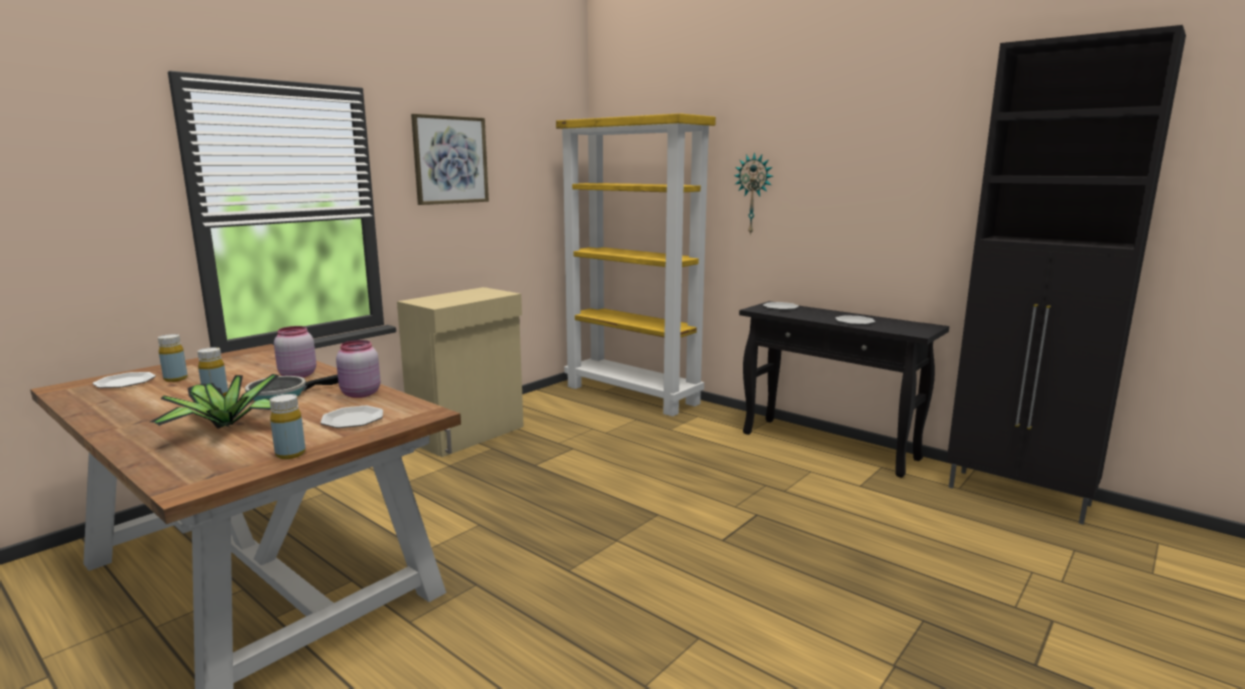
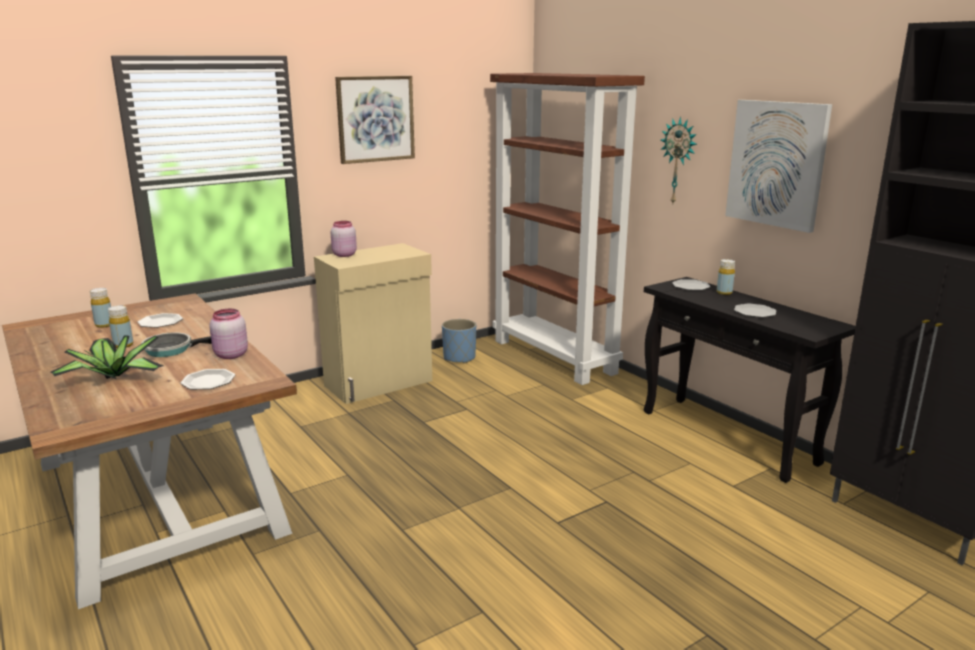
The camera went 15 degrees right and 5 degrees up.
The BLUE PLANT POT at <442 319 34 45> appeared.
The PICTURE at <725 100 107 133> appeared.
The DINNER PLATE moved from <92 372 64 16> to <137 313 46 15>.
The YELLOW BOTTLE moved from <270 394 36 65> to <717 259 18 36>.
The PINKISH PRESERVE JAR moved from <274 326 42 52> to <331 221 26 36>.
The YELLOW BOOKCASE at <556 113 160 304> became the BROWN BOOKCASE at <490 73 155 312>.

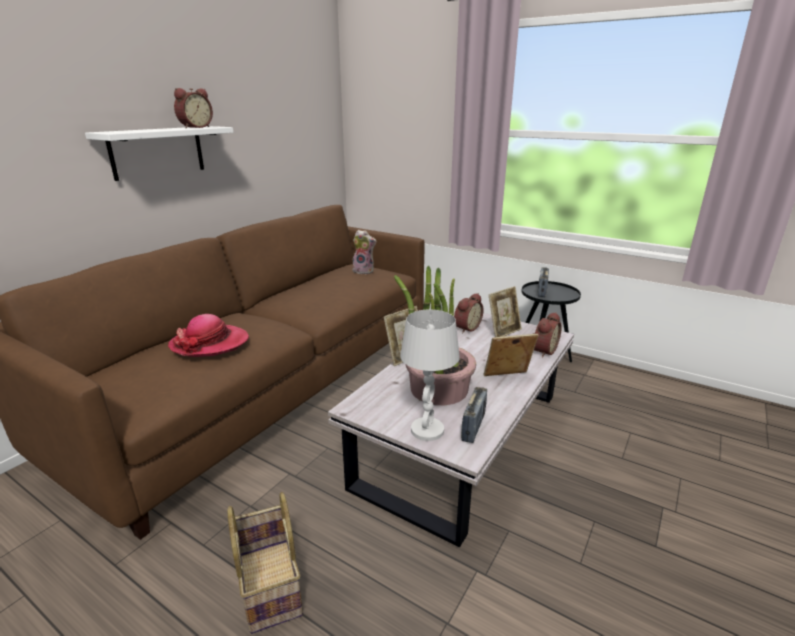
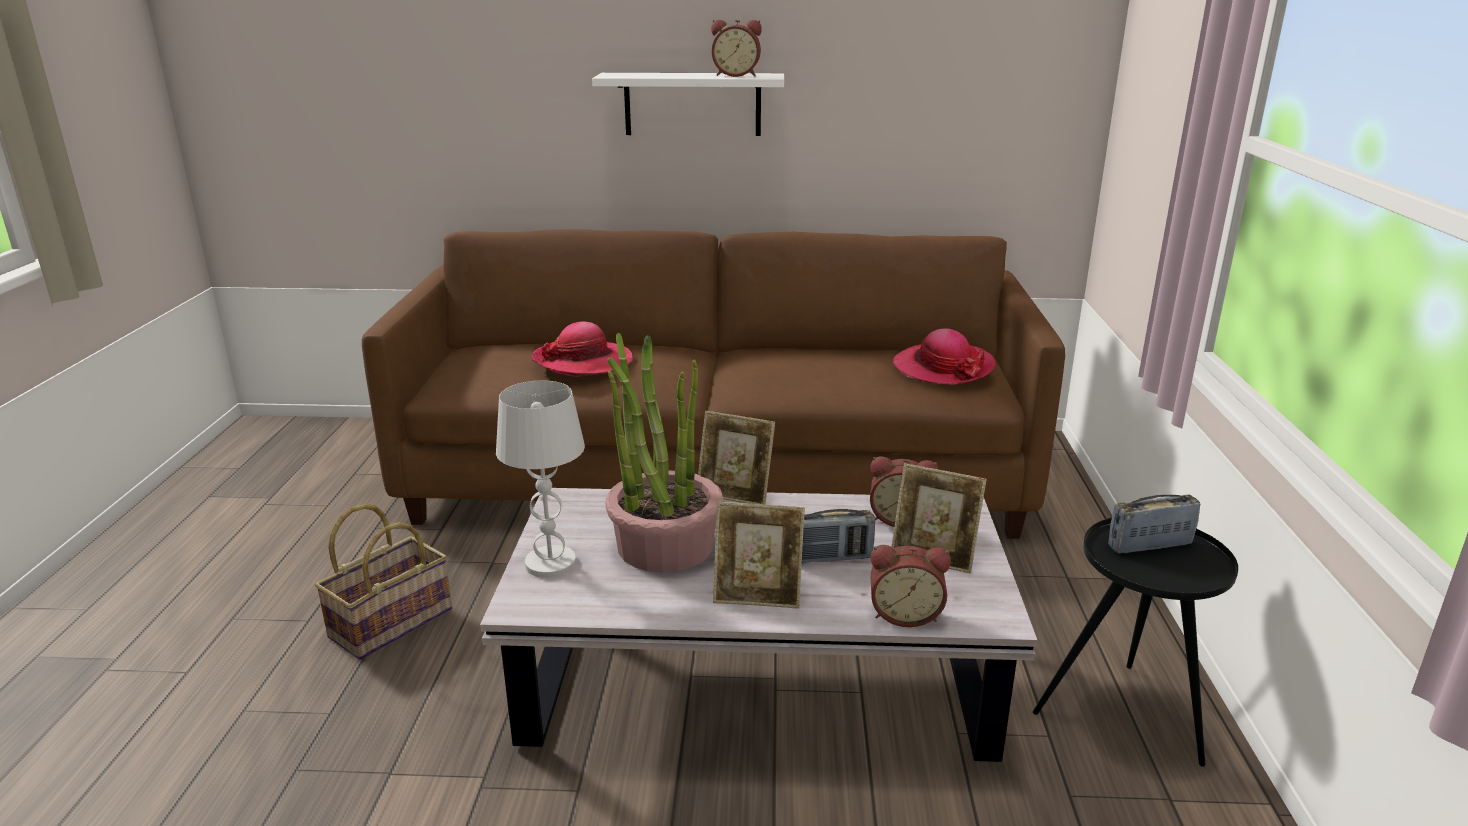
The camera went 60 degrees right and 0 degrees up.
The RADIO RECEIVER moved from <461 387 26 56> to <802 509 73 55>.
The CUDDLY TOY at <352 230 25 44> was replaced by the WEARABLE HAT at <893 328 103 57>.
The PICTURE FRAME at <483 334 56 42> turned 135 degrees clockwise.

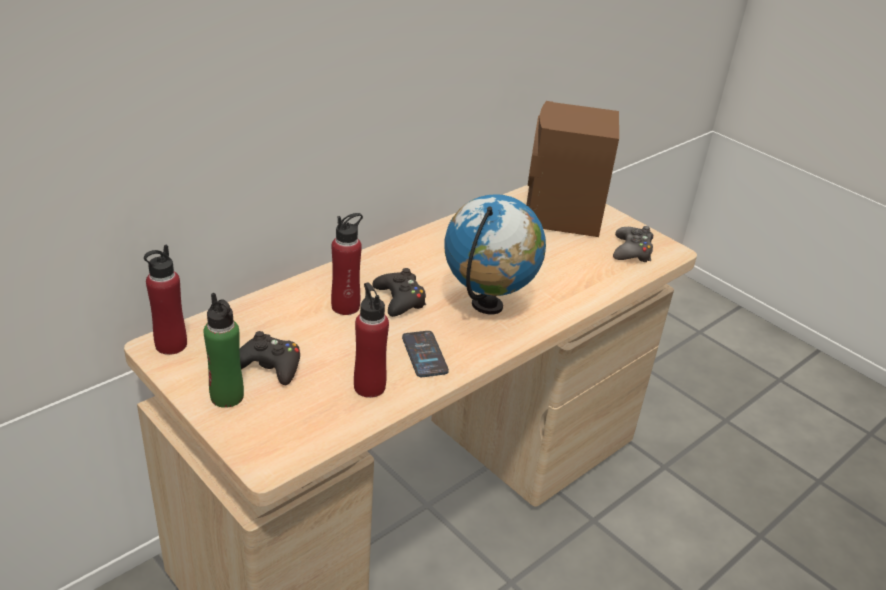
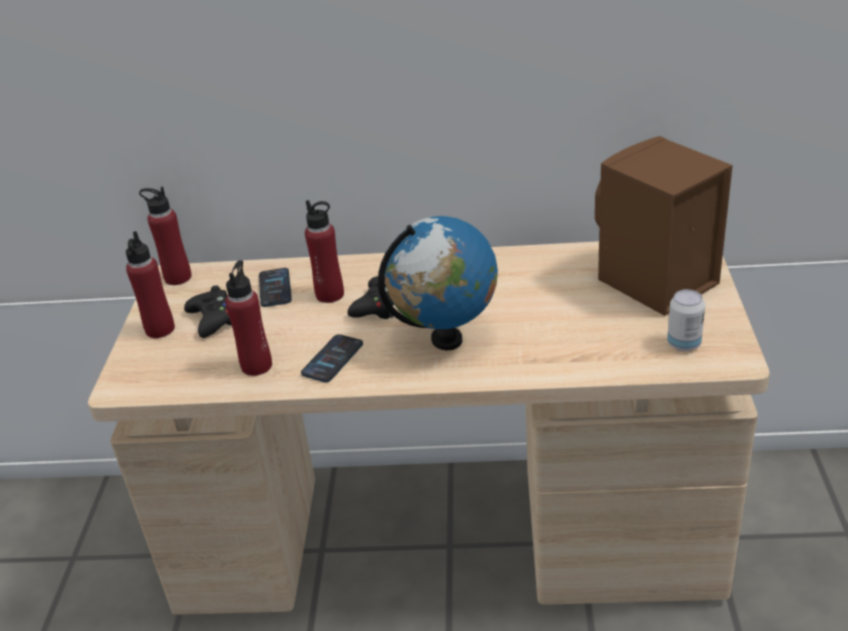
The camera went 50 degrees right and 0 degrees up.
The TELEPHONE at <259 268 33 39> appeared.
The BLACK JOYPAD at <613 226 40 36> was replaced by the CAN at <667 289 38 62>.
The GREEN BOTTLE at <203 293 41 115> became the RED BOTTLE at <126 231 49 107>.

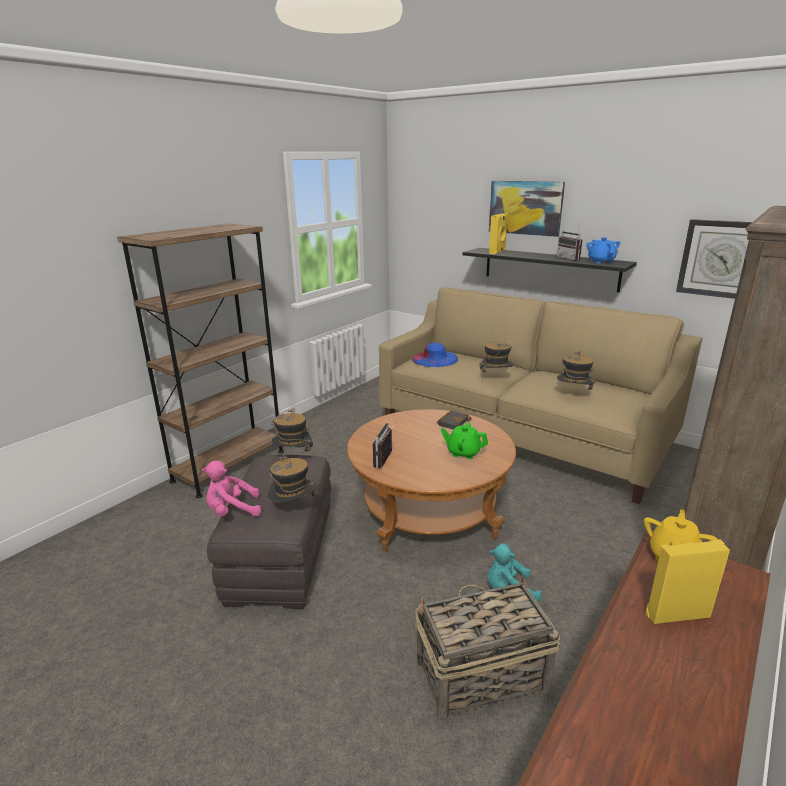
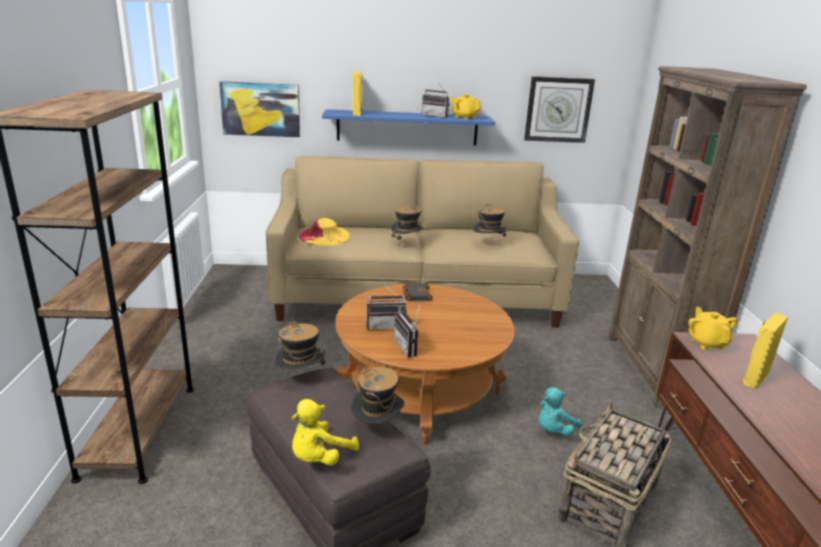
The camera went 40 degrees left and 0 degrees up.
The GREEN TEAPOT at <441 422 47 37> disappeared.
The RADIO RECEIVER at <367 282 40 48> appeared.
The PICTURE moved from <489 181 76 56> to <219 81 81 57>.
The PINKISH CUDDLY TOY at <202 461 59 56> became the YELLOW CUDDLY TOY at <292 399 67 66>.
The BLUE WEARABLE HAT at <412 342 46 25> became the YELLOW WEARABLE HAT at <299 218 52 28>.
The BLACK BRACKET SHELF at <463 248 174 44> became the BLUE BRACKET SHELF at <322 109 173 36>.
The BLUE TEAPOT at <587 237 33 26> became the YELLOW TEAPOT at <451 94 30 25>.

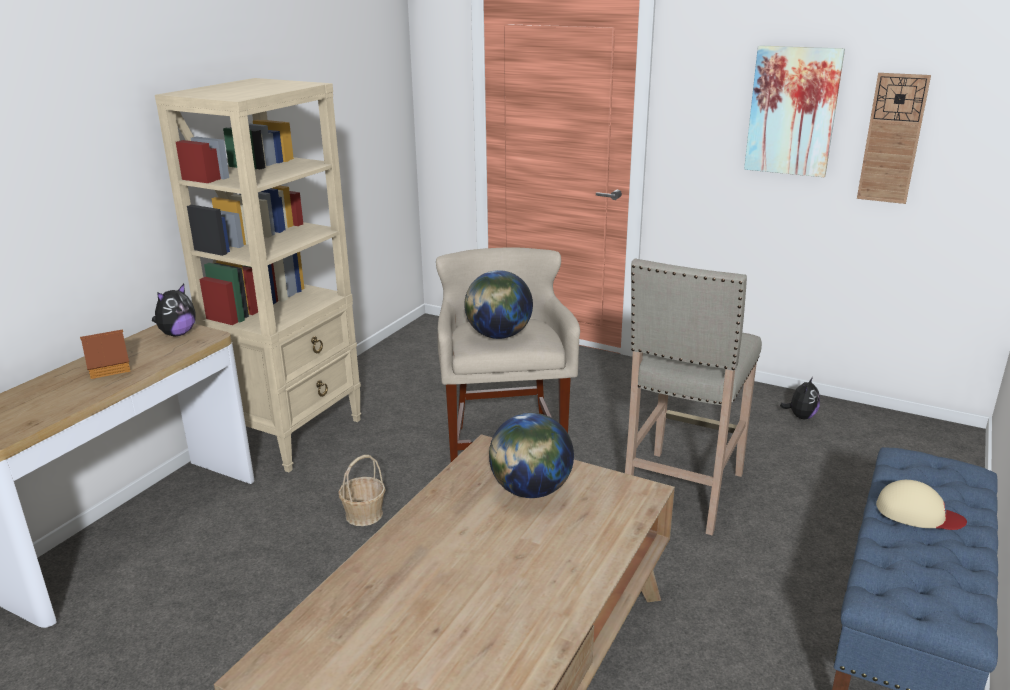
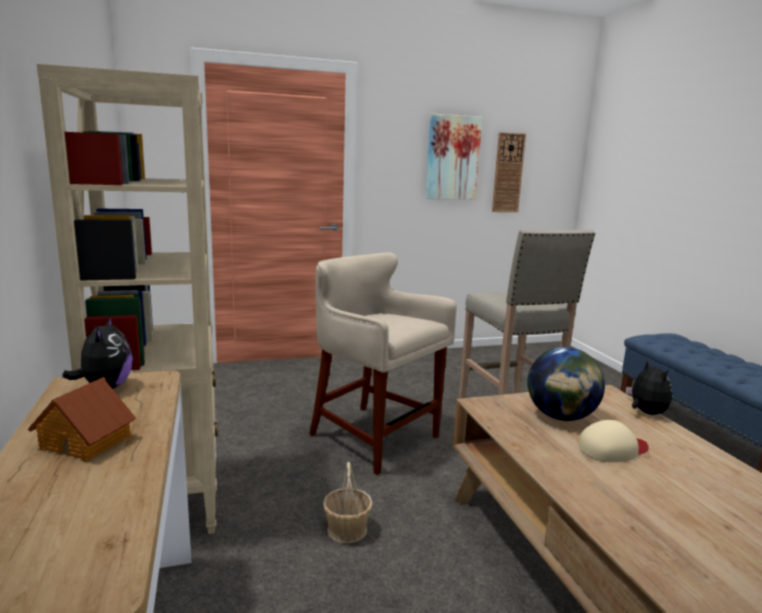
The camera went 45 degrees left and 10 degrees down.
The WORLD GLOBE at <464 270 69 69> disappeared.
The CUDDLY TOY moved from <780 377 40 42> to <626 360 46 55>.
The BEIGE-COLOURED BASEBALL CAP moved from <876 480 91 50> to <578 420 71 42>.

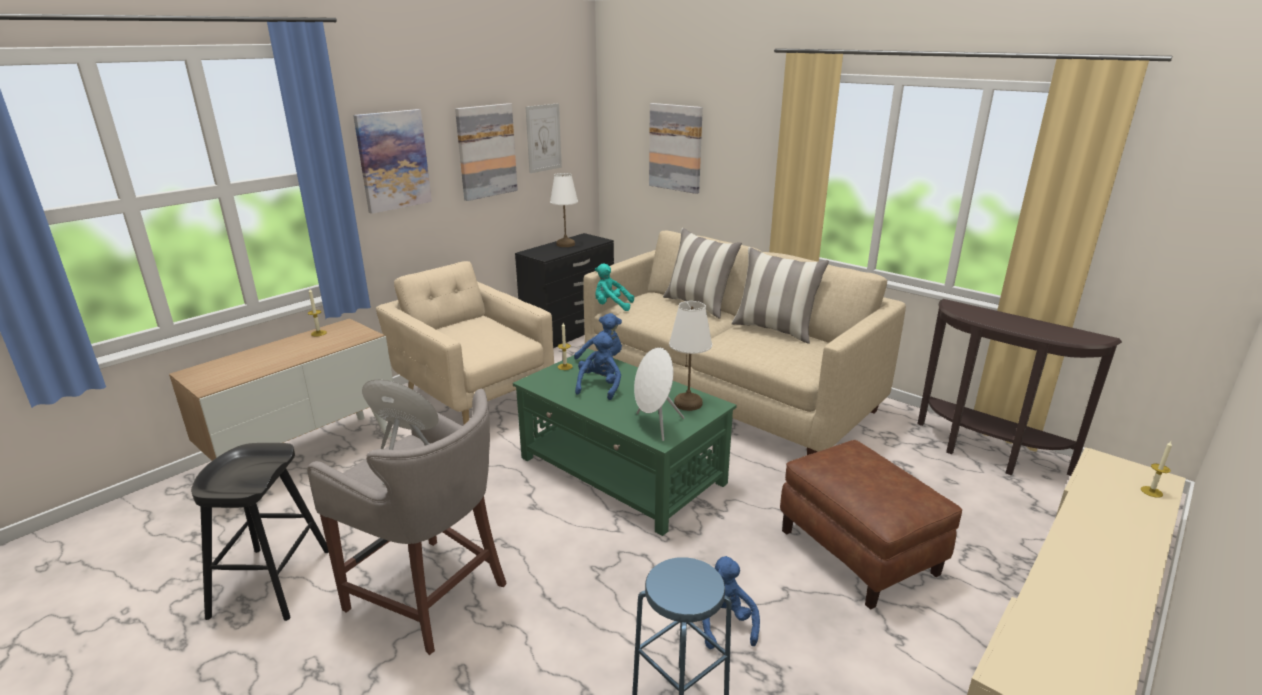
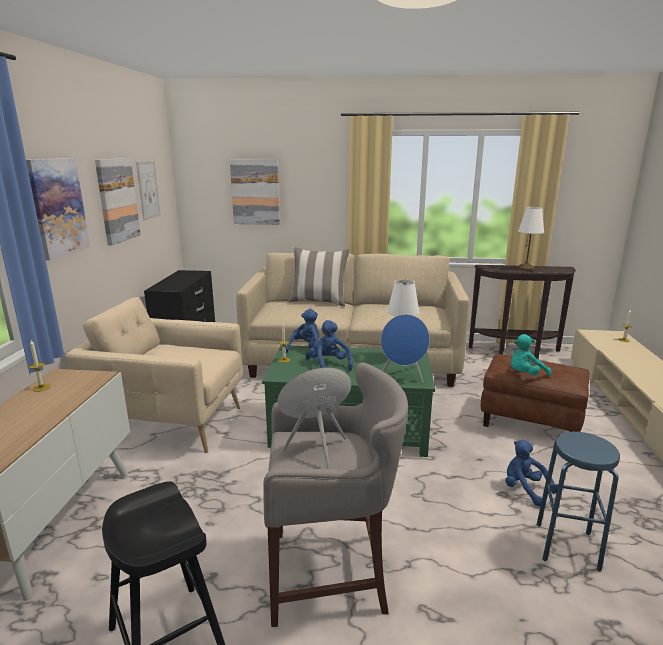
The camera went 35 degrees left and 5 degrees down.
The CUSHION at <731 247 98 97> disappeared.
The WHITISH TABLETOP LAMP moved from <550 173 28 74> to <517 207 27 64>.
The BLUE-GREEN CUDDLY TOY moved from <595 264 39 47> to <511 334 41 42>.
The WHITISH AUDIO SPEAKER at <634 347 50 94> became the BLUE AUDIO SPEAKER at <381 314 49 69>.

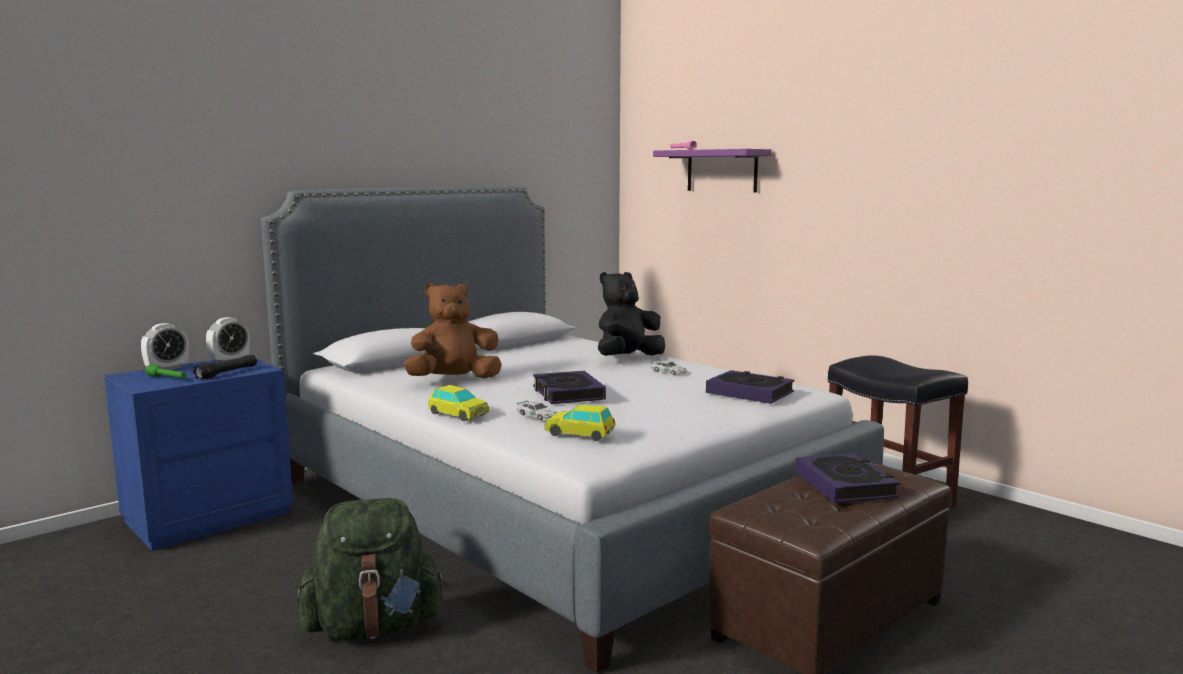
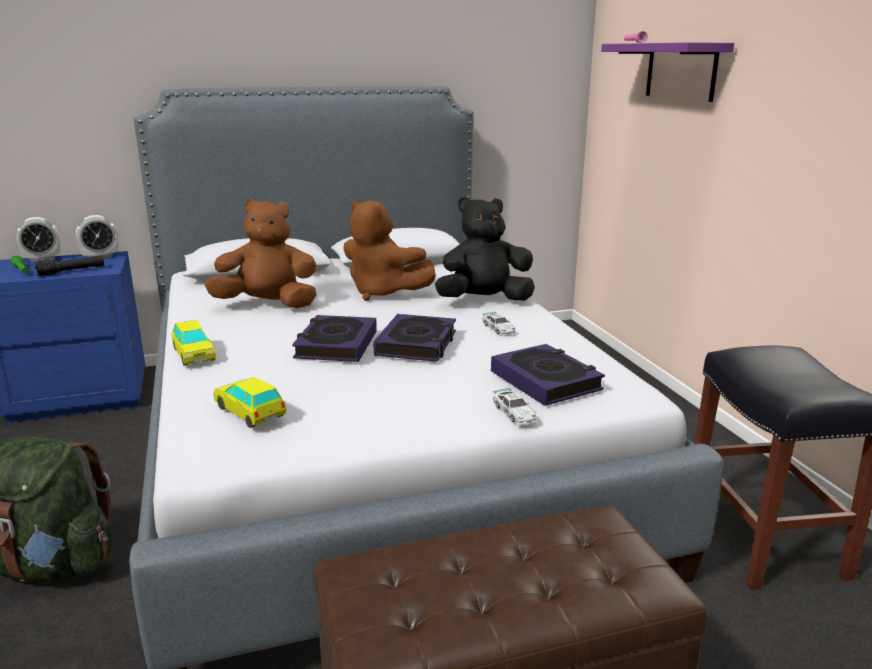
The camera went 25 degrees right and 10 degrees up.
The BROWN CUDDLY TOY at <343 200 93 101> appeared.
The MODEL CAR moved from <516 400 40 20> to <493 388 43 37>.
The BOUND BOOK moved from <795 453 105 50> to <374 314 82 48>.

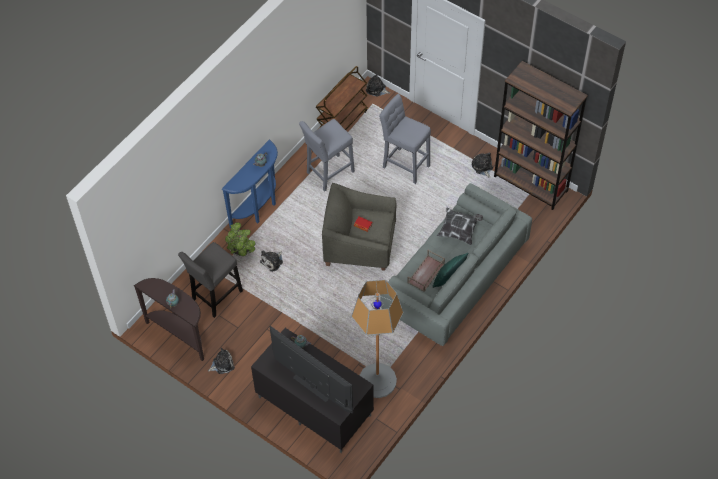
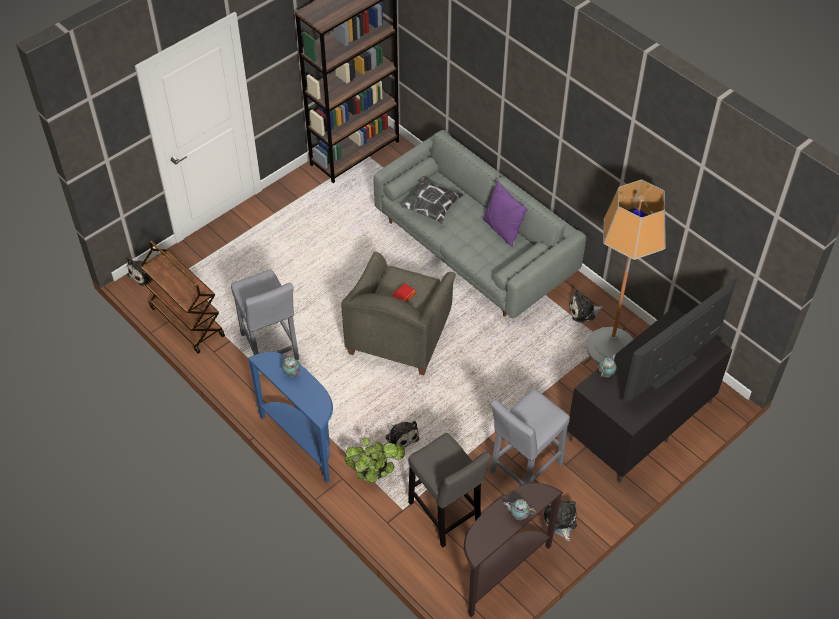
The camera went 80 degrees left and 5 degrees down.
The BROWN CARRYING TRAY at <407 250 38 42> disappeared.
The GREYISH STOOL SEAT moved from <379 94 52 90> to <490 389 80 97>.
The CUDDLY TOY moved from <472 153 21 25> to <569 289 34 34>.
The GREEN CUSHION at <433 253 35 35> became the PURPLISH CUSHION at <482 181 46 66>.

